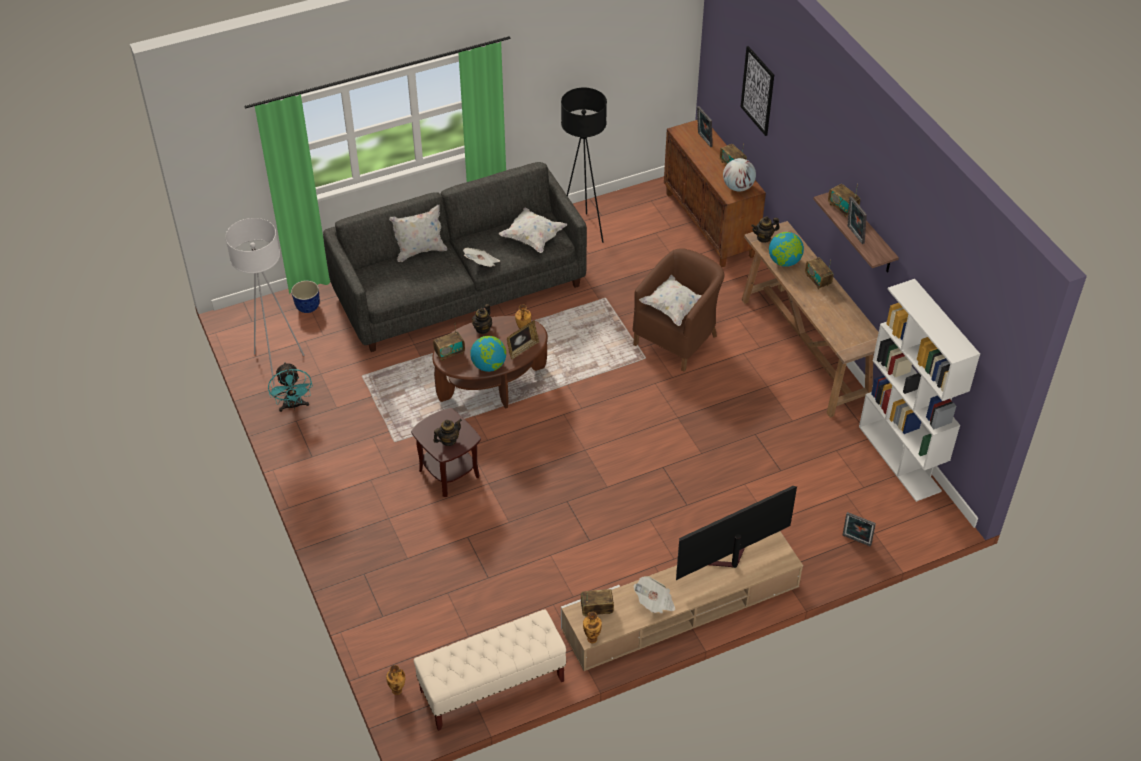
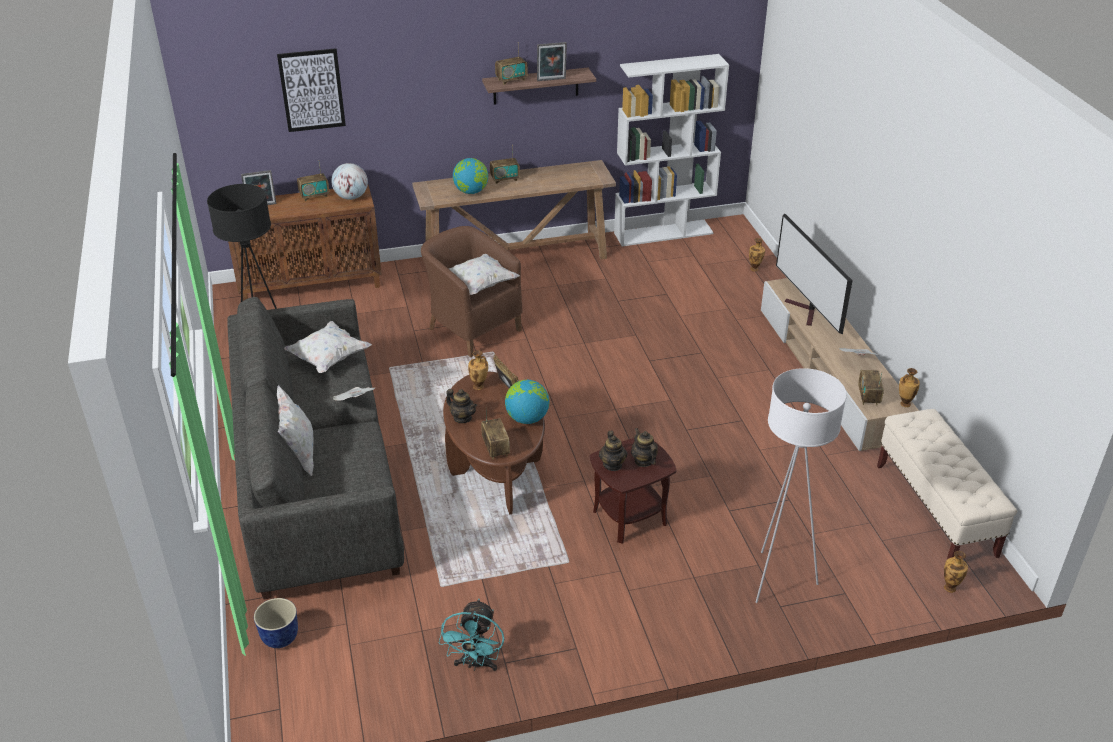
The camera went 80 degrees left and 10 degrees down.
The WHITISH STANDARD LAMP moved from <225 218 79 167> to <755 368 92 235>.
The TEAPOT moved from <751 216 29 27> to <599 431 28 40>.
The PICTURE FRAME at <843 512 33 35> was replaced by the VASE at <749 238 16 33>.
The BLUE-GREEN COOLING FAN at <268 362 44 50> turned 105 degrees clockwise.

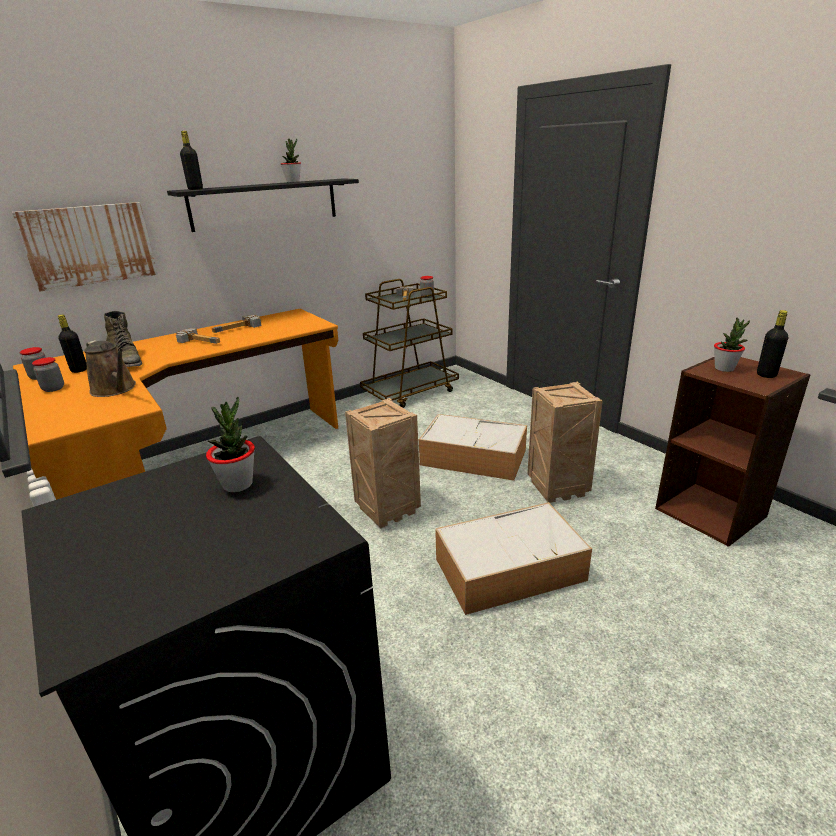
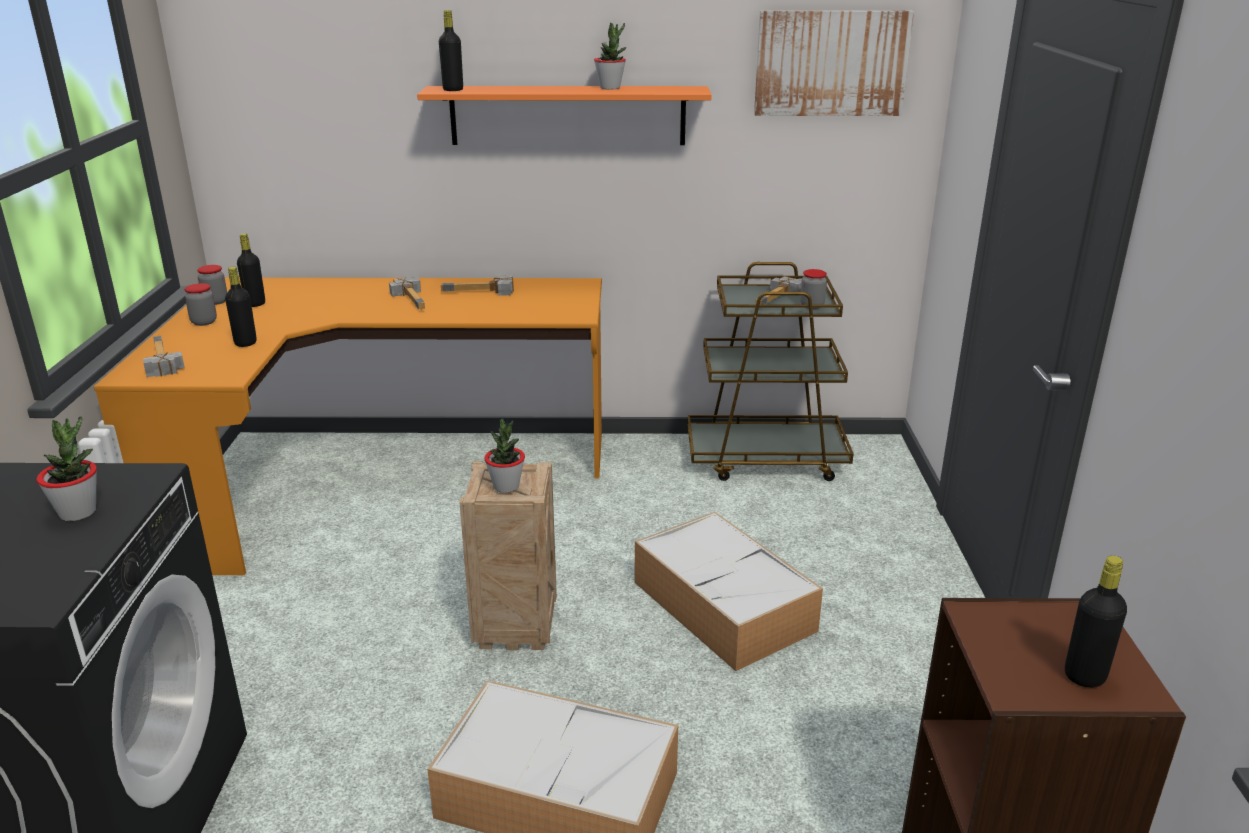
The camera went 35 degrees right and 0 degrees up.
The GREEN HIGH-TOP BOOT at <104 311 38 56> disappeared.
The SHIPPING CRATE at <527 382 76 121> disappeared.
The TOOL HAMMER at <143 335 42 42> appeared.
The PICTURE moved from <12 202 146 90> to <754 11 160 105>.
The PLANT IN A POT moved from <714 318 36 54> to <484 418 41 75>.
The BROWN WATERING CAN at <84 340 52 57> was replaced by the BLACK BOTTLE at <225 266 32 81>.
The BLACK BRACKET SHELF at <167 178 192 54> became the ORANGE BRACKET SHELF at <417 86 295 59>.

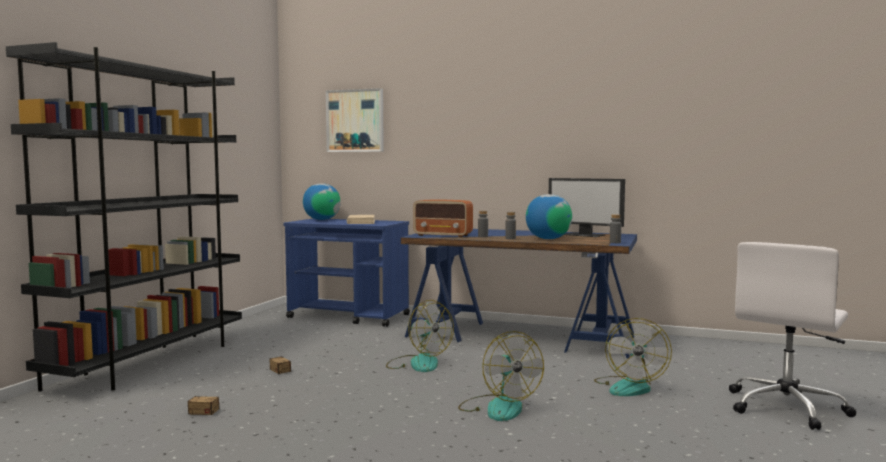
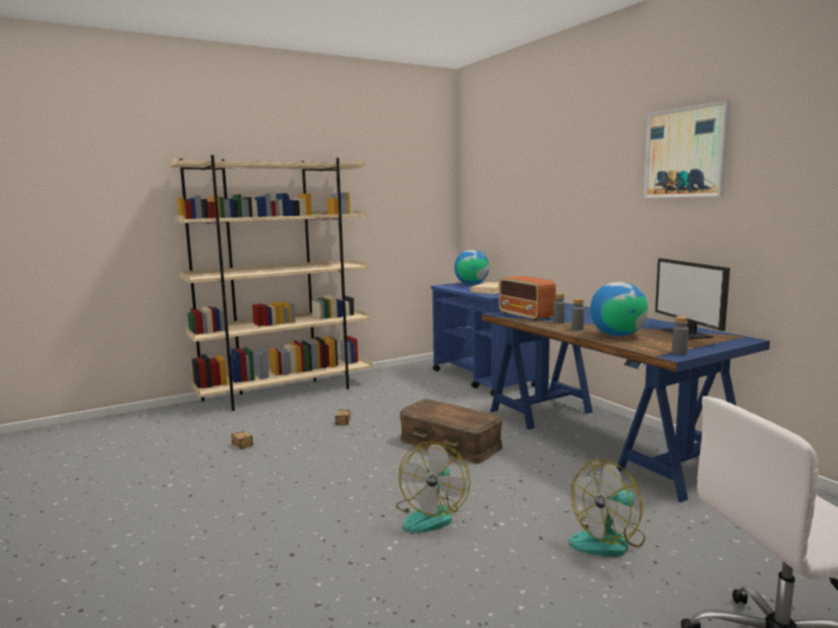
The camera went 40 degrees right and 5 degrees up.
The PICTURE moved from <326 88 58 64> to <644 100 87 98>.
The COOLING FAN at <386 300 68 72> was replaced by the BROWN STORAGE BIN at <400 399 103 65>.
The BLACK BOOKCASE at <6 42 236 350> became the BEIGE-COLOURED BOOKCASE at <169 155 203 256>.

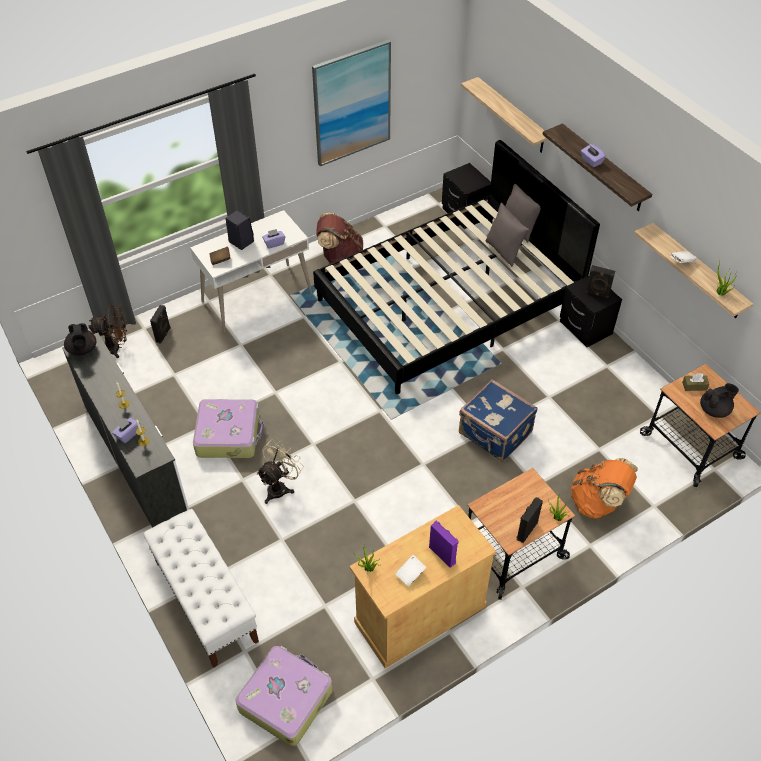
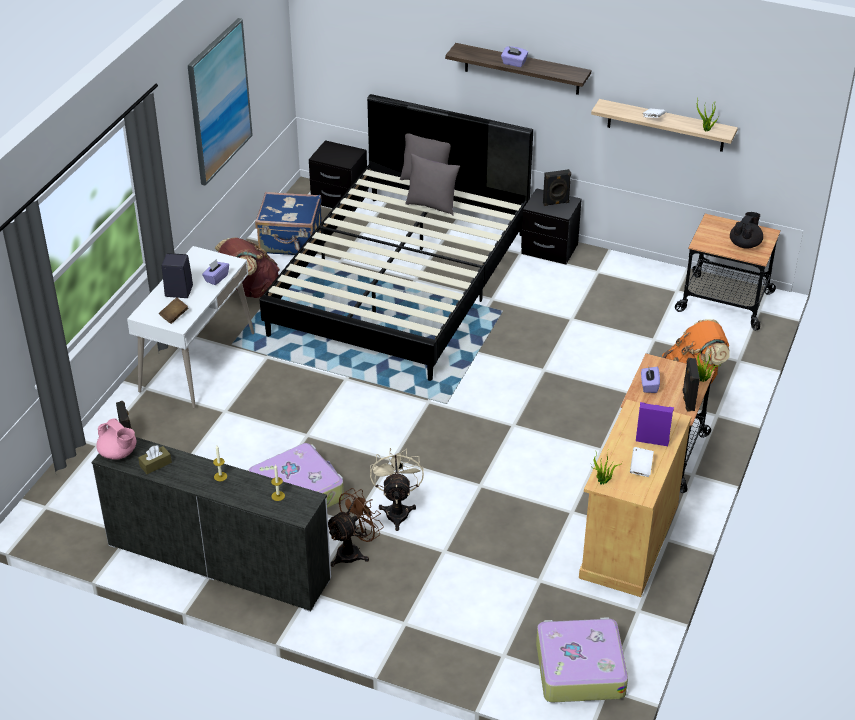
The camera went 35 degrees left and 10 degrees down.
The WHITISH LONG SEAT at <143 509 116 159> disappeared.
The BRACKET SHELF at <461 77 87 76> disappeared.
The BROWN COOLING FAN moved from <88 304 39 54> to <328 488 56 79>.
The PURPLISH TISSUE HOLDER moved from <112 417 28 26> to <641 367 19 26>.
The BLUE SUITCASE moved from <459 379 79 83> to <255 192 67 63>.
The BROWN TISSUE HOLDER moved from <682 373 28 18> to <138 445 34 29>.
The BLACK TEAPOT at <64 323 32 33> became the PINKISH TEAPOT at <96 418 40 42>.

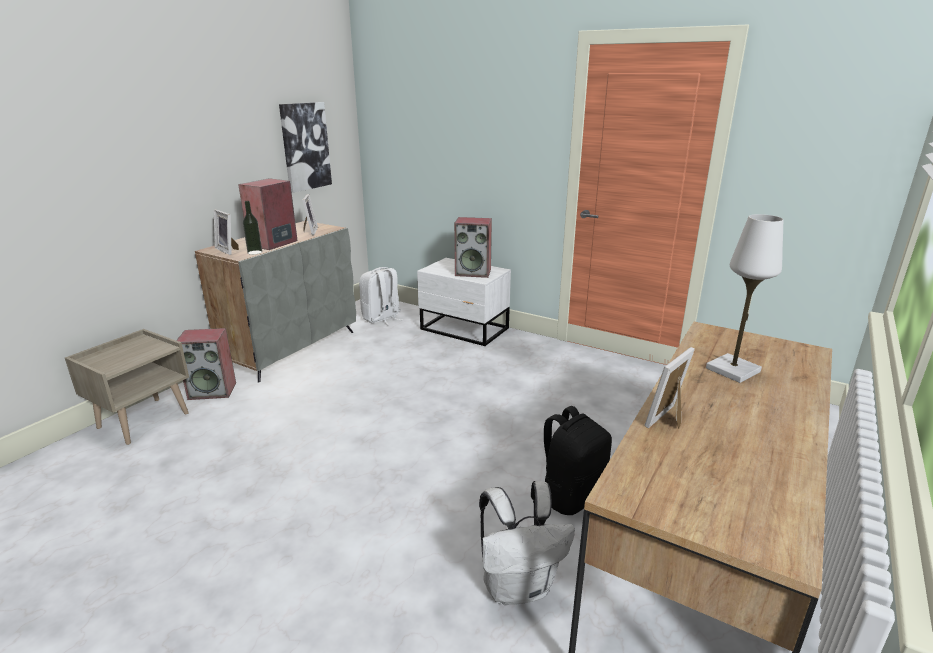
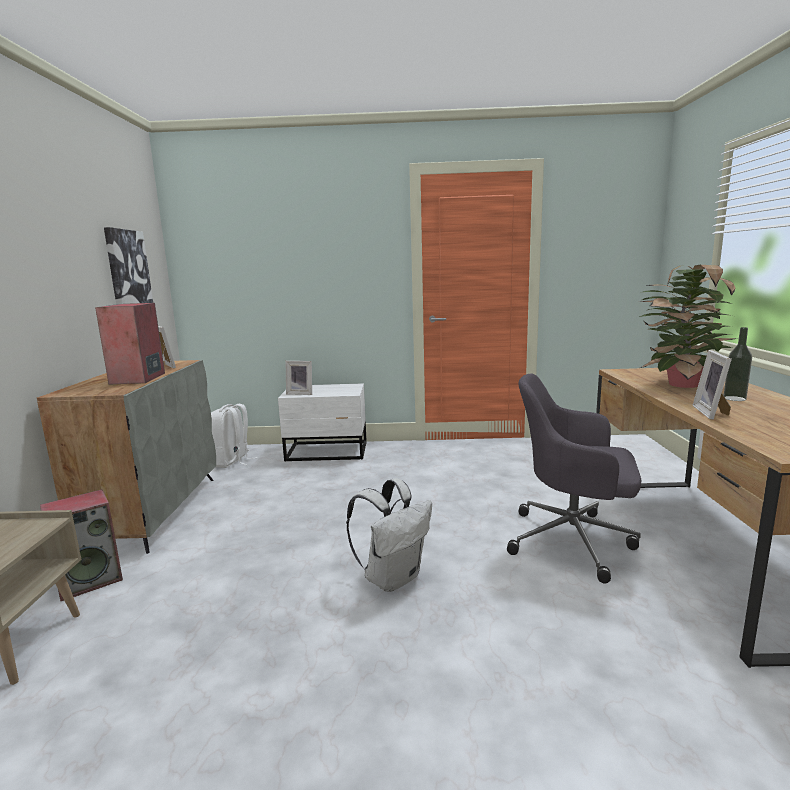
The camera went 30 degrees left and 10 degrees down.
The AUDIO SPEAKER at <454 217 38 61> disappeared.
The PICTURE FRAME moved from <214 209 25 46> to <286 361 26 34>.
The BOTTLE moved from <243 201 19 54> to <724 327 28 74>.
The WHITISH KNAPSACK moved from <479 481 96 124> to <346 478 86 114>.
The BLACK KNAPSACK at <533 406 79 109> was replaced by the GREYISH COMPUTER CHAIR at <507 373 134 210>.
The WHITISH TABLETOP LAMP at <706 214 77 169> was replaced by the PLANT IN A POT at <639 265 99 123>.

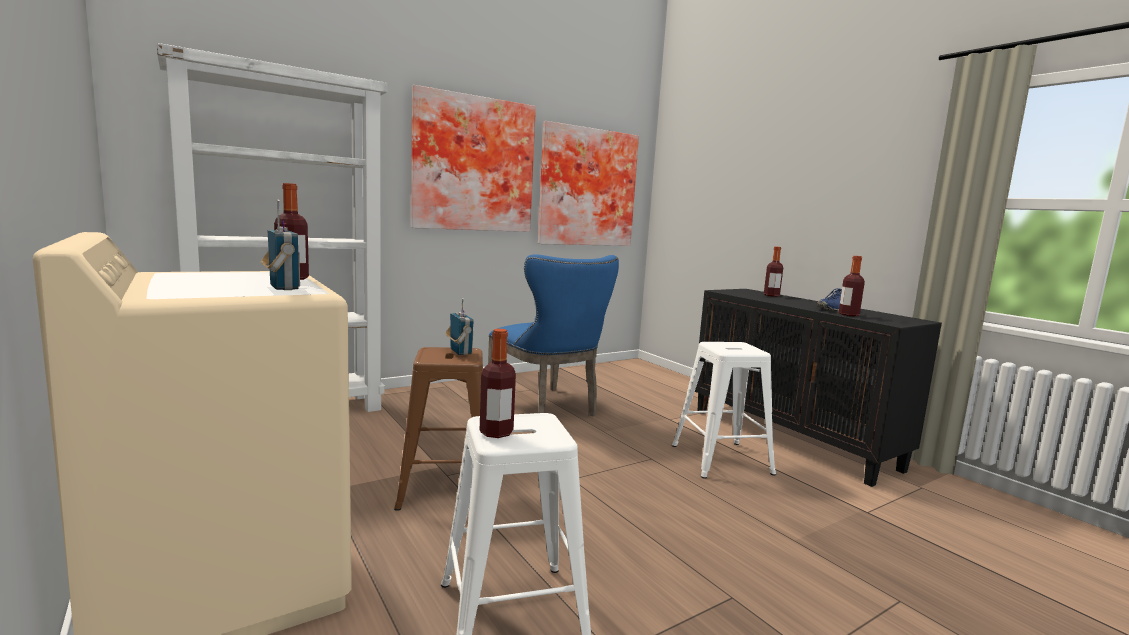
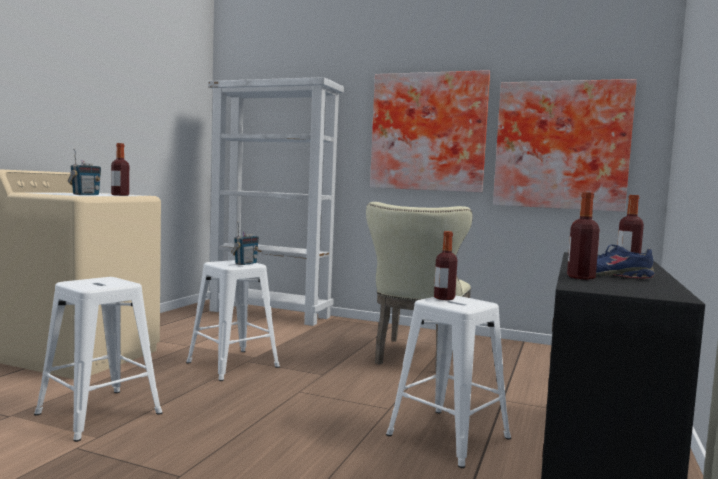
The camera went 55 degrees right and 5 degrees down.
The BOTTLE moved from <479 329 37 109> to <434 231 23 69>.
The BROWN STOOL SEAT at <394 347 89 164> became the WHITISH STOOL SEAT at <186 260 94 121>.
The BLUE PLAIN CHAIR at <488 254 131 162> became the BEIGE-COLOURED PLAIN CHAIR at <366 202 107 170>.

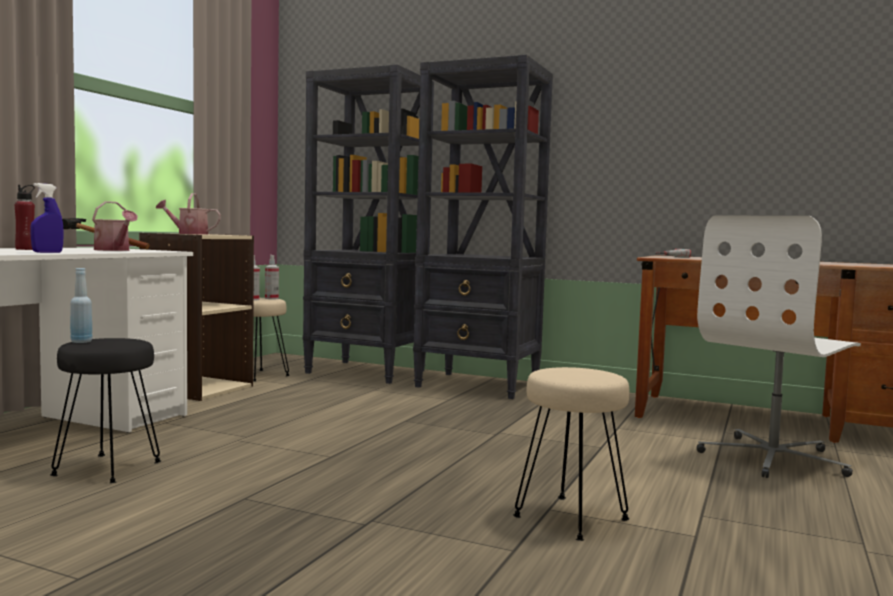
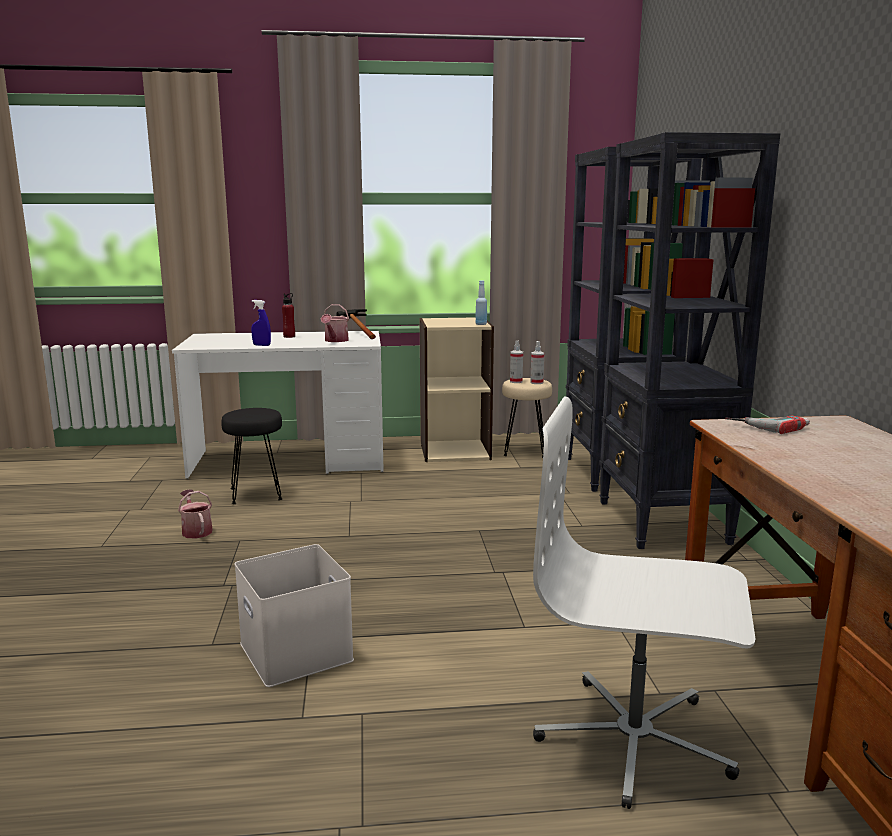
The camera went 60 degrees right and 10 degrees up.
The BLUE BOTTLE moved from <70 268 22 75> to <475 280 12 45>.
The WATERING CAN moved from <156 193 65 42> to <178 490 35 49>.
The BEIGE-COLOURED STOOL SEAT at <513 367 117 174> was replaced by the WHITISH STORAGE BIN at <234 544 120 143>.

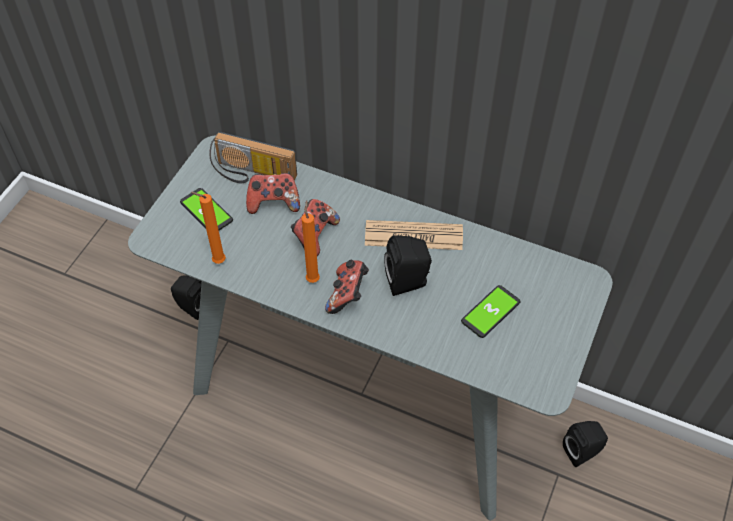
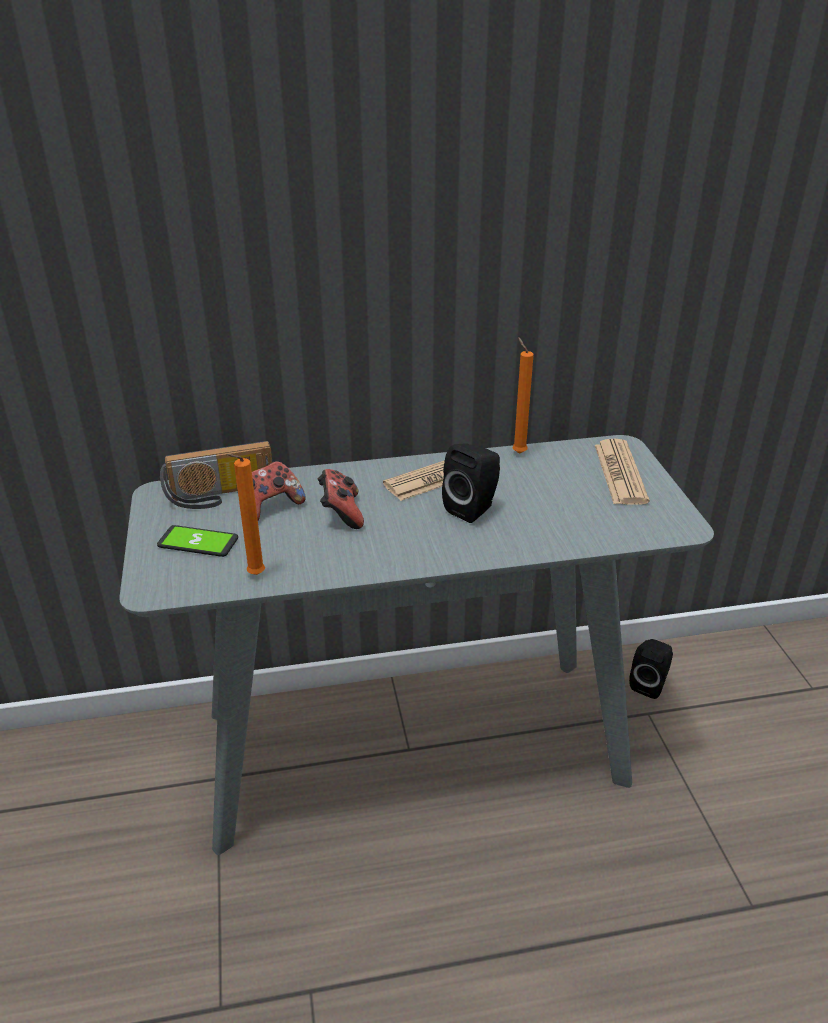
The camera went 35 degrees left and 20 degrees down.
The BLACK AUDIO SPEAKER at <171 276 31 44> disappeared.
The JOYPAD at <325 260 44 54> disappeared.
The TELEPHONE at <461 285 59 53> disappeared.
The DAILY PAPER at <595 438 54 67> appeared.
The ORANGE WAX CANDLE moved from <302 200 18 83> to <513 337 21 117>.

